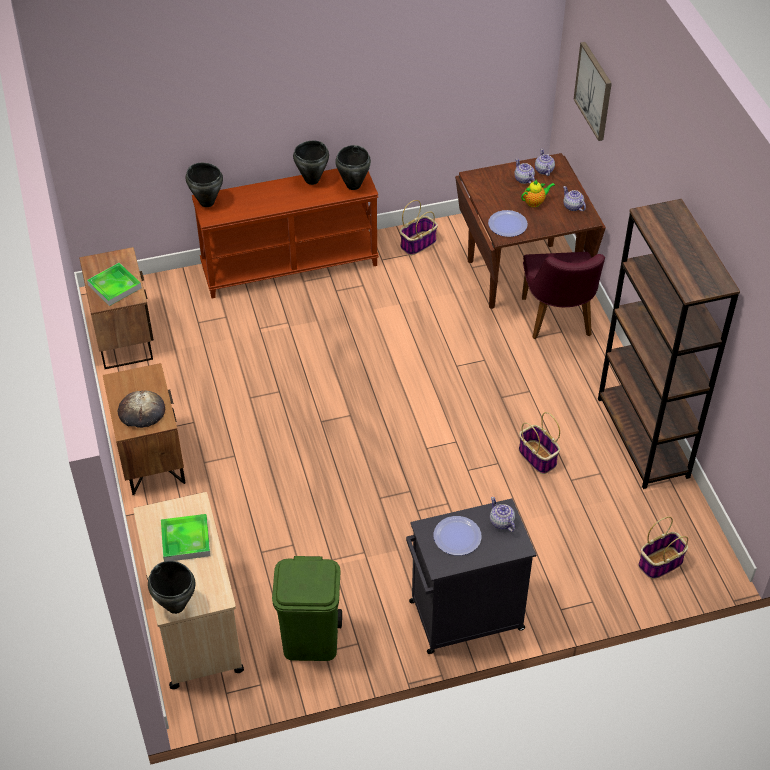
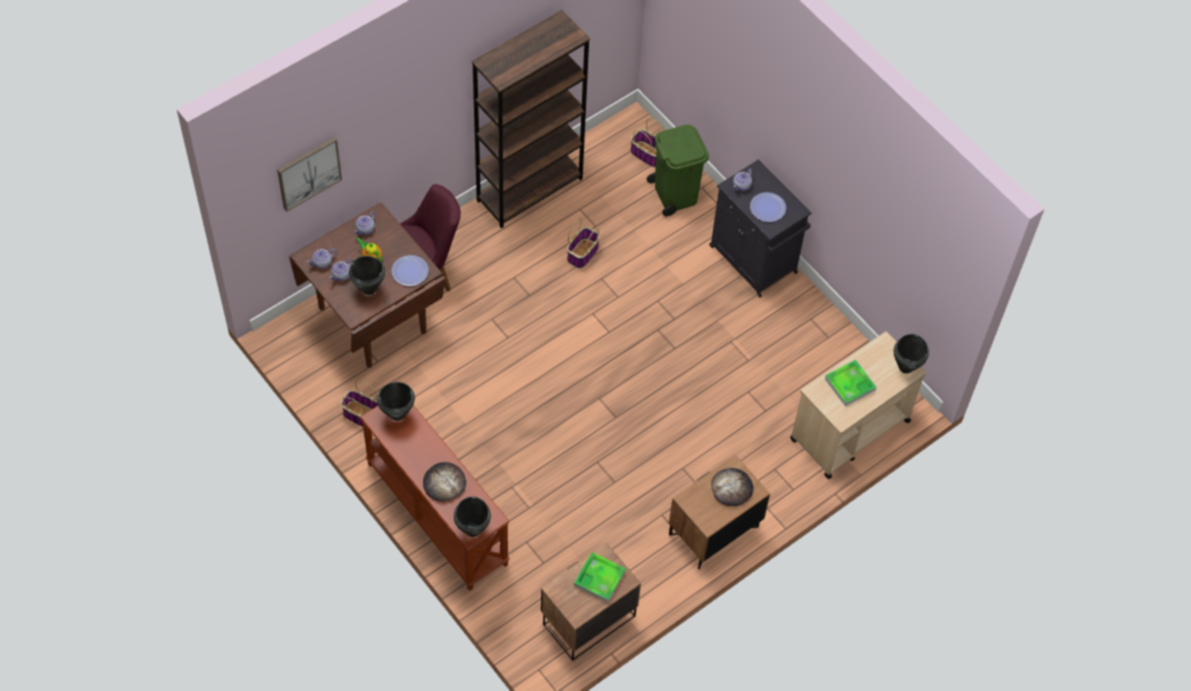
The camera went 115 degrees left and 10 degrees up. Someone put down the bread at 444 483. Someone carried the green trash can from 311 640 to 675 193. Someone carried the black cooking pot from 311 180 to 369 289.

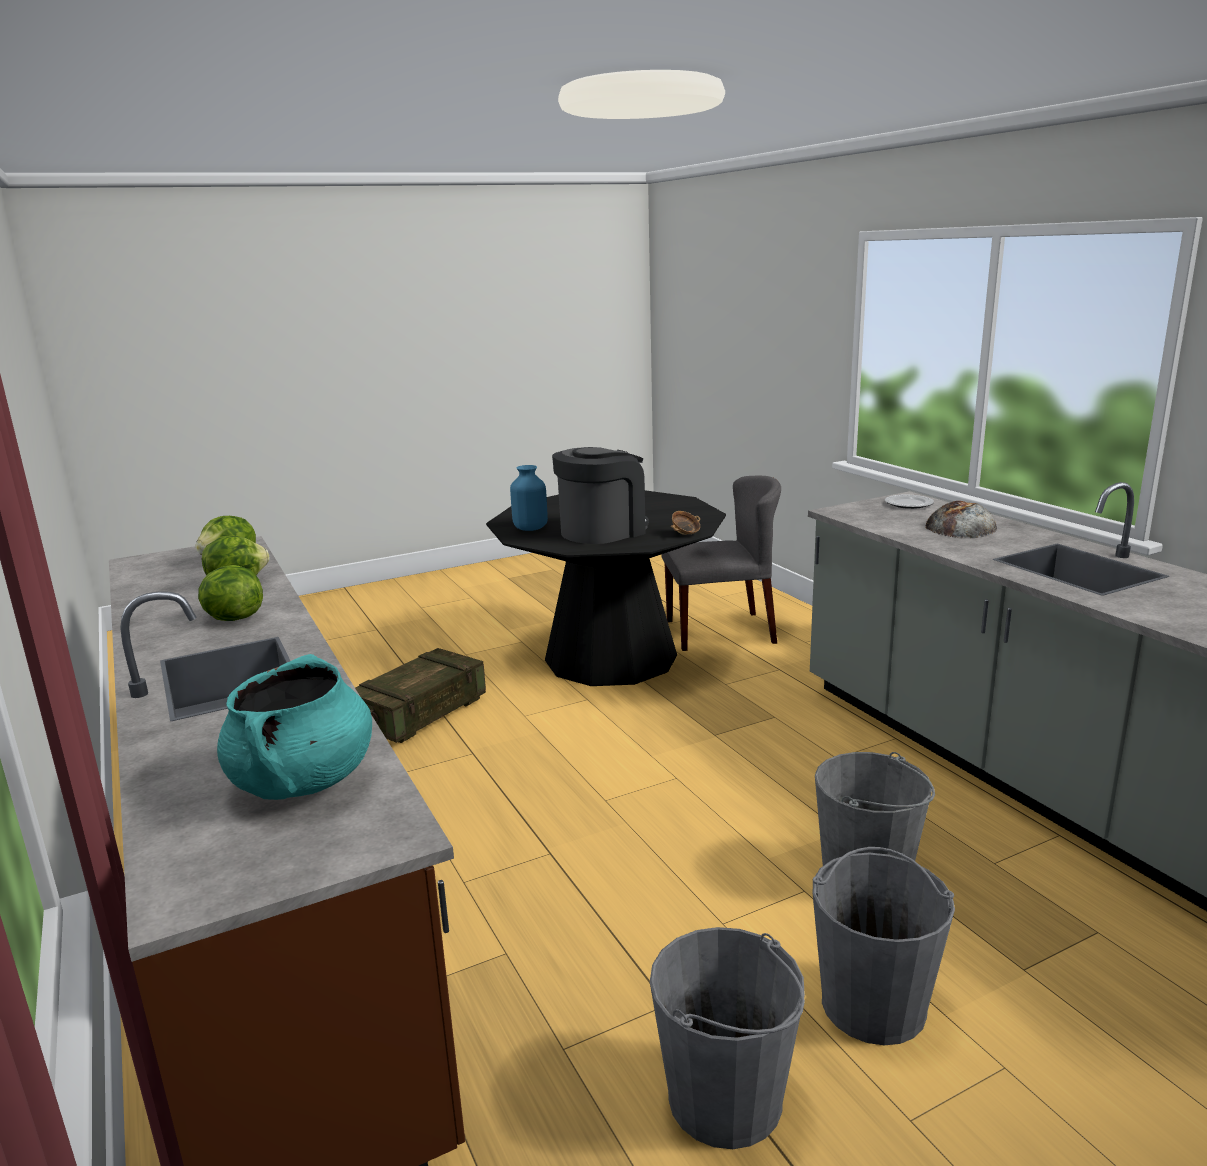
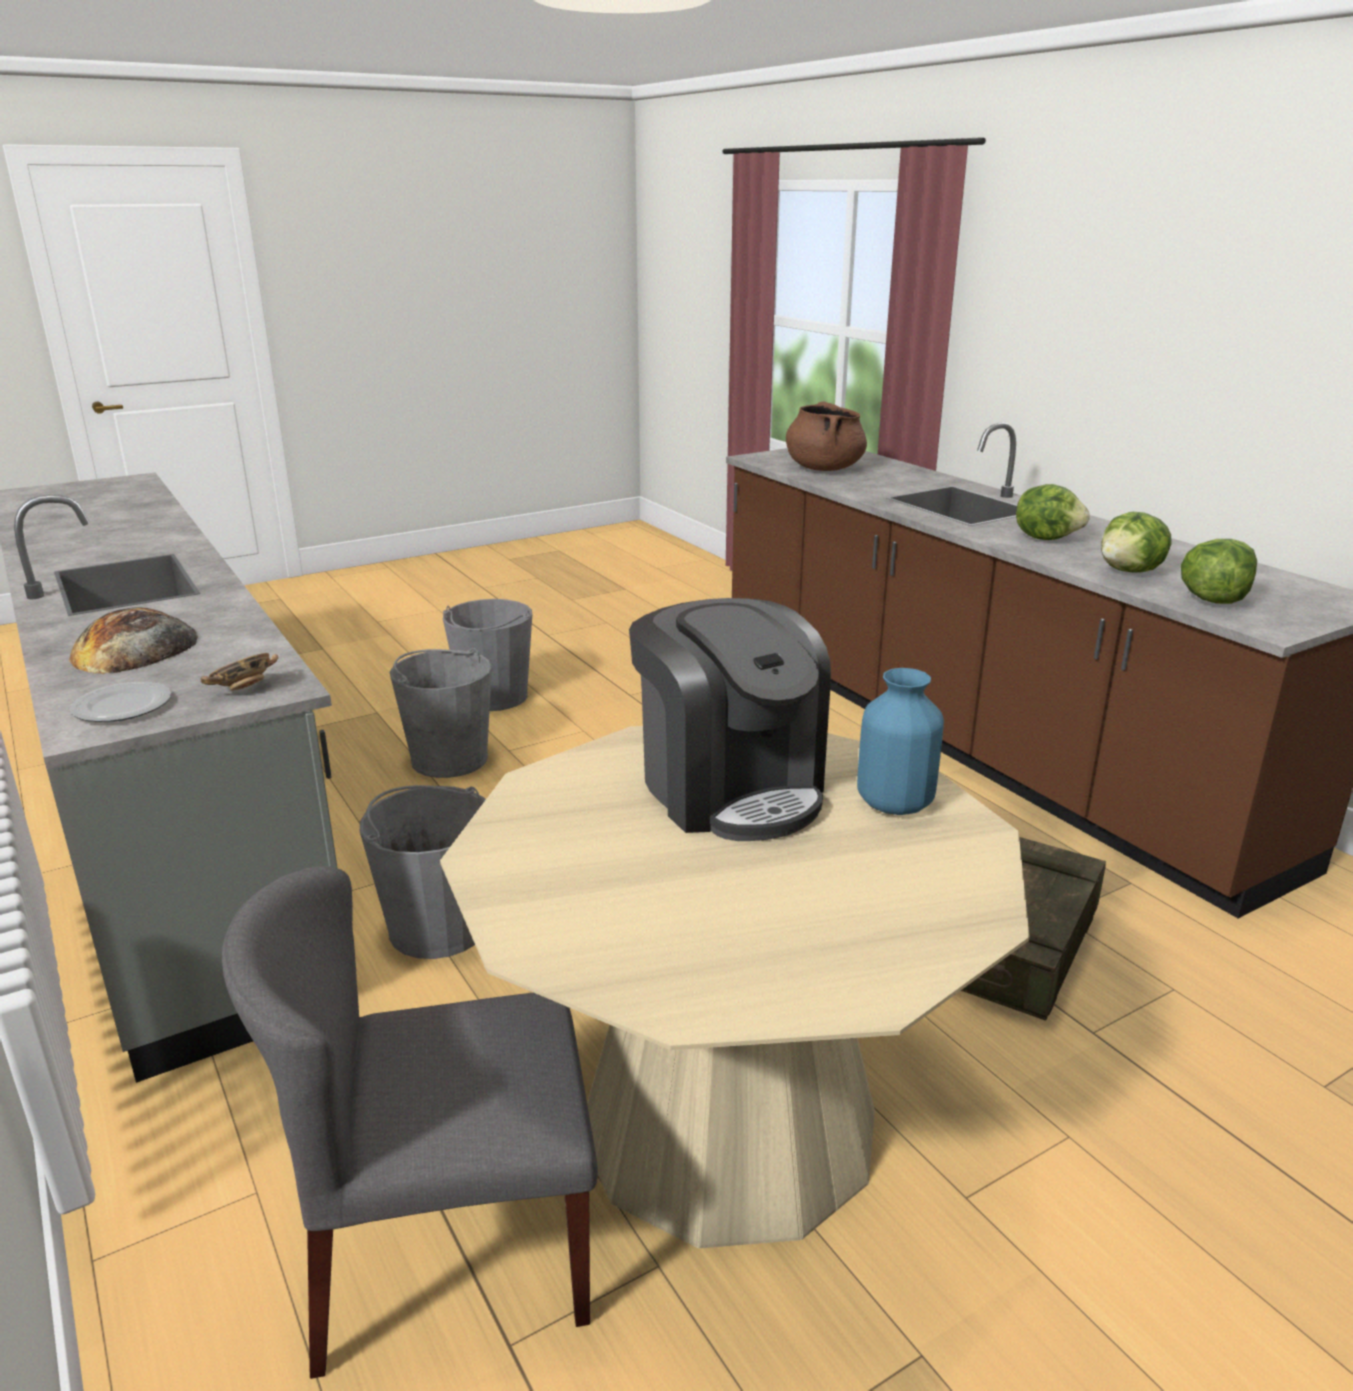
The camera went 175 degrees right and 5 degrees up. Someone carried the grey bucket from 726 1099 to 438 927. Someone carried the bowl from 686 534 to 244 689. Someone repainted the turquoise cooking pot at 303 781, which became the brown cooking pot at 824 468. Someone repainted the black dining table at 610 657, which became the beige dining table at 729 1121. Someone rotated the coffee machine at 602 531 by 75 degrees counterclockwise.

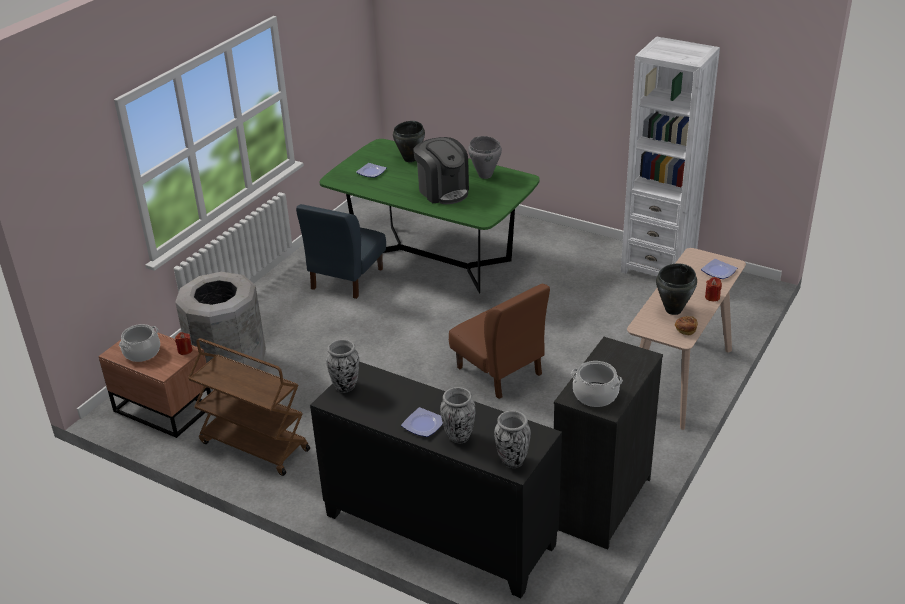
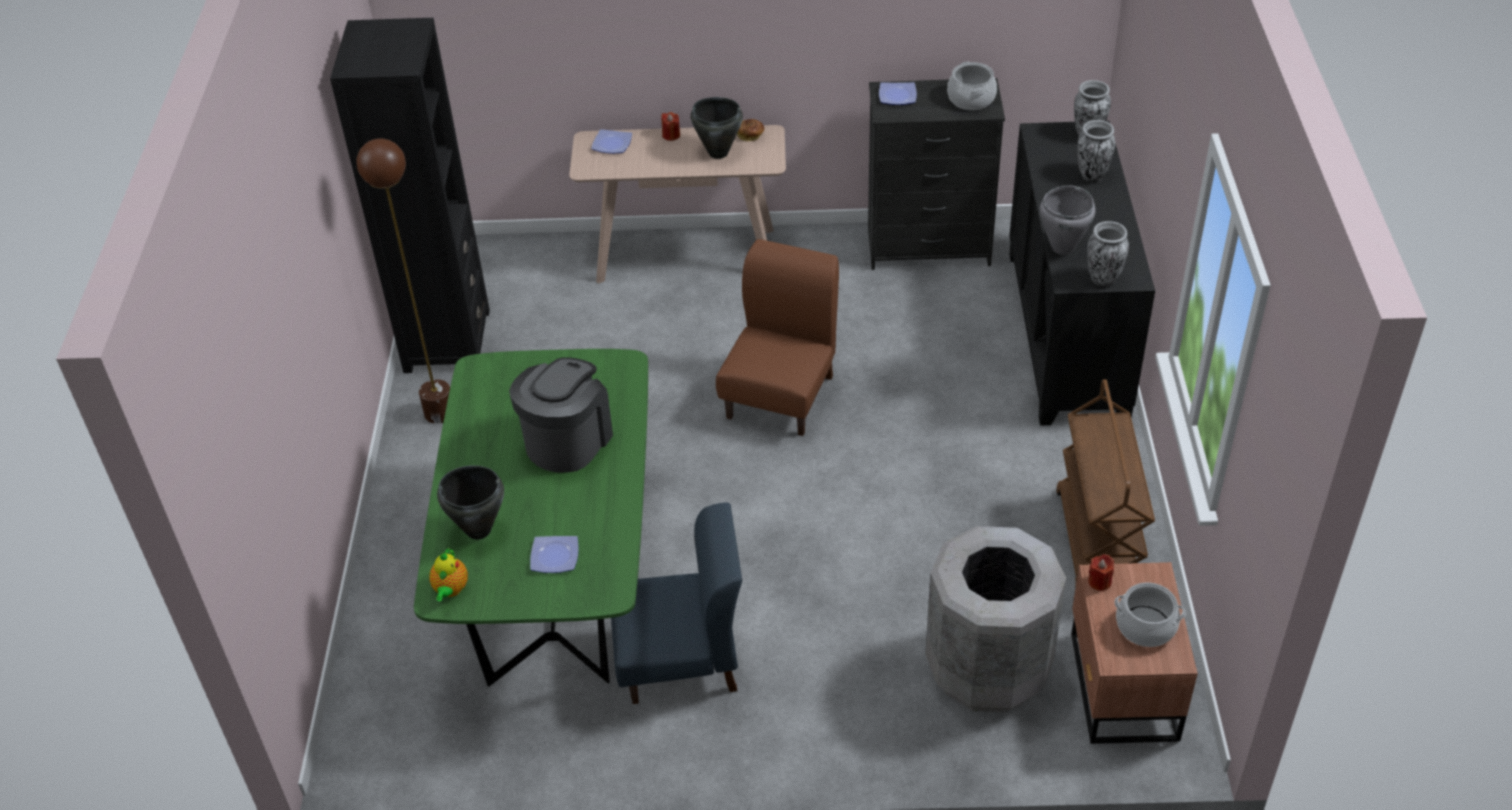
The camera went 120 degrees left and 10 degrees up. Someone put down the brown floor lamp at 439 413. Someone put down the teapot at 450 590. Someone carried the plate from 423 424 to 896 96. Someone carried the grey cooking pot from 485 175 to 1062 247. Someone repainted the white bookcase at 658 267, which became the black bookcase at 446 341.

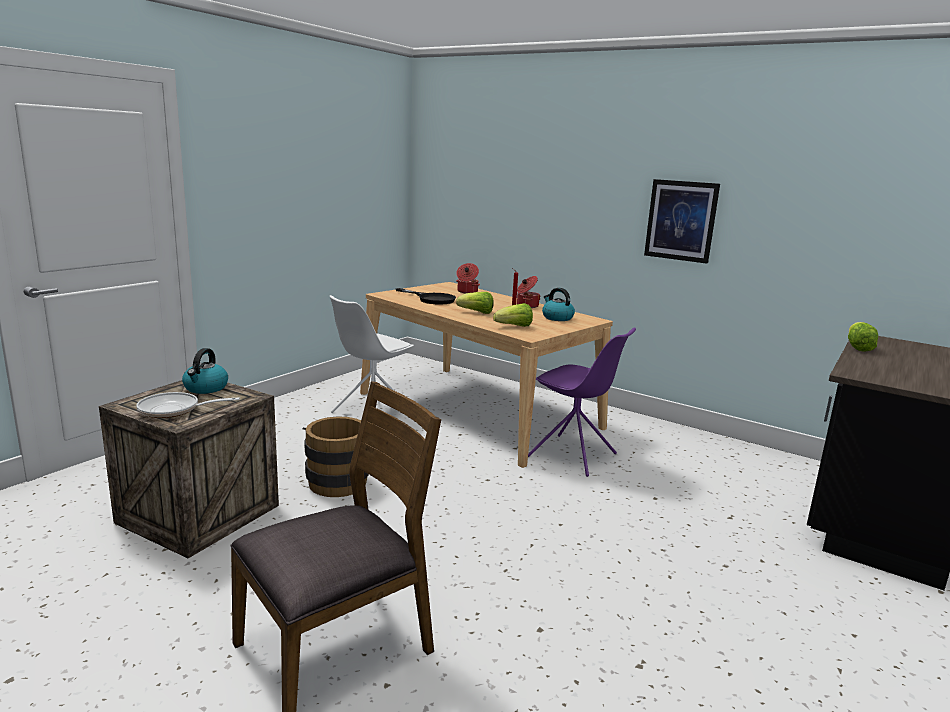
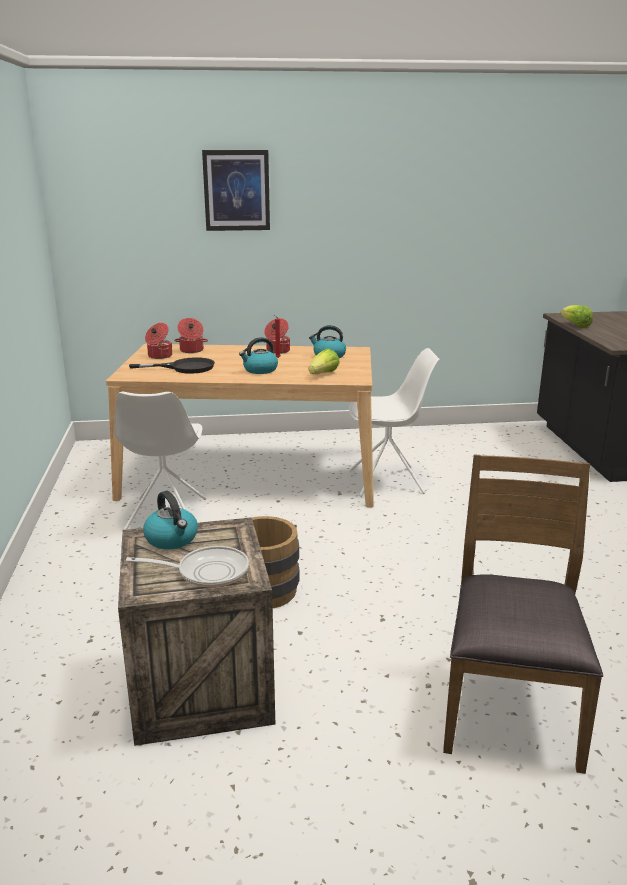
The camera went 40 degrees left and 5 degrees up. Someone put down the cooking pot at 159 356. Someone carried the picture from 681 220 to 236 190. Someone swapped the lettuce at 476 312 for the kettle at 260 370. Someone repainted the purple chair at 573 456, which became the white chair at 388 481. Someone rotated the frying pan at 174 410 by 135 degrees counterclockwise.

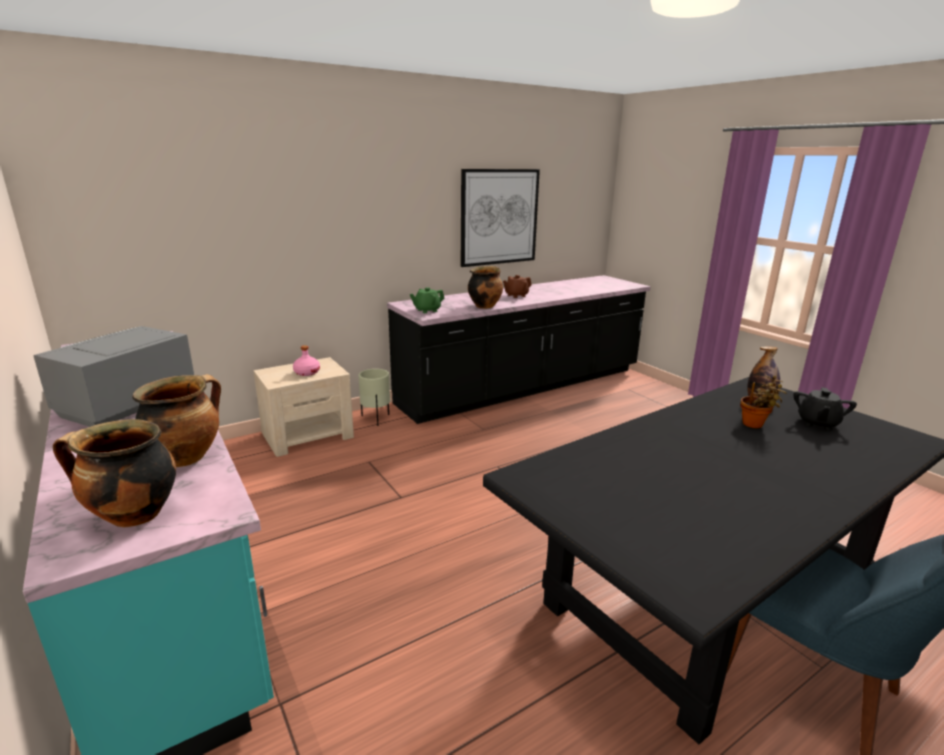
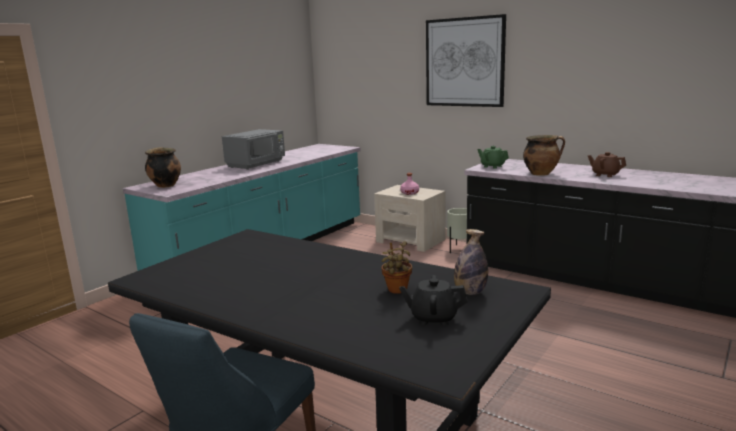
The camera went 70 degrees right and 5 degrees down. Someone took away the cooking pot at 187 457. Someone carried the picture from 499 217 to 464 62. Someone rotated the grey microwave at 126 405 by 120 degrees clockwise.

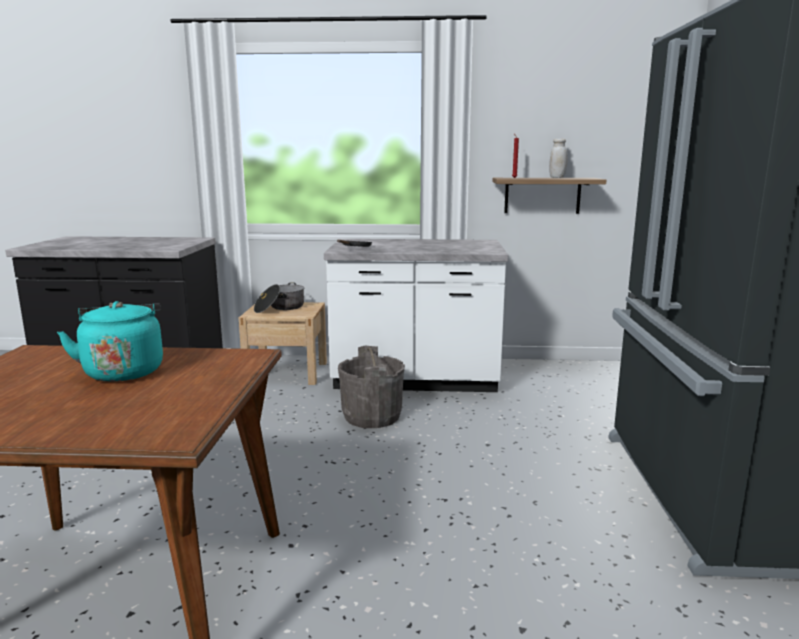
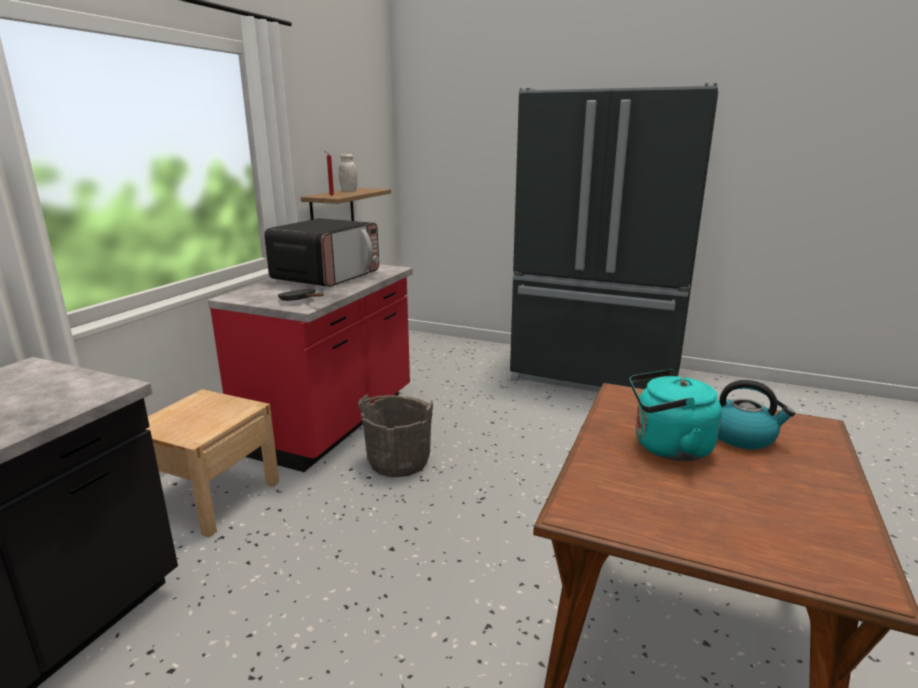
The camera went 70 degrees left and 5 degrees up. Someone took away the cooking pot at 280 308. Someone put down the microwave at 327 277. Someone put down the kettle at 743 437. Someone repainted the white counter at 415 380, which became the red counter at 332 423.

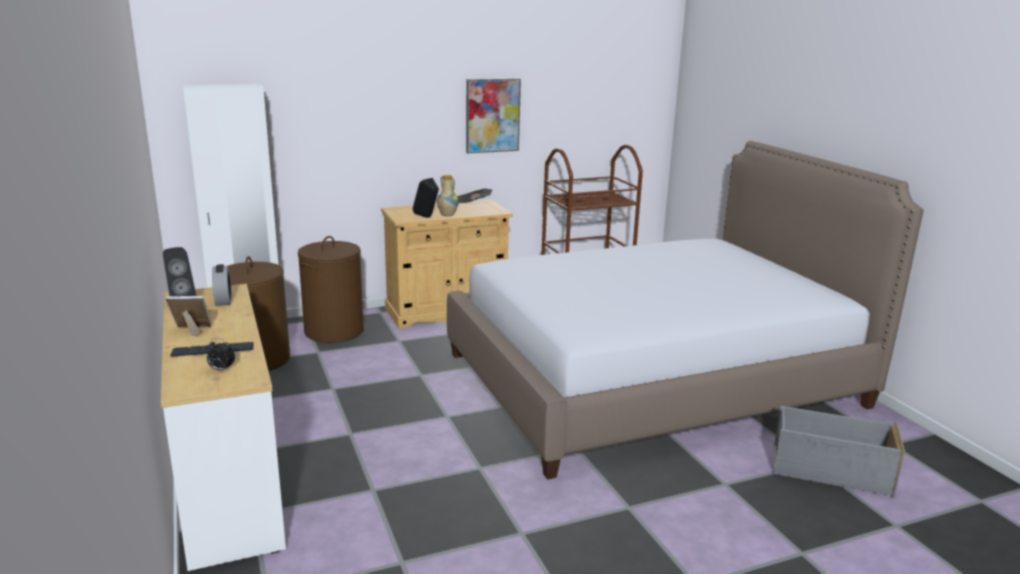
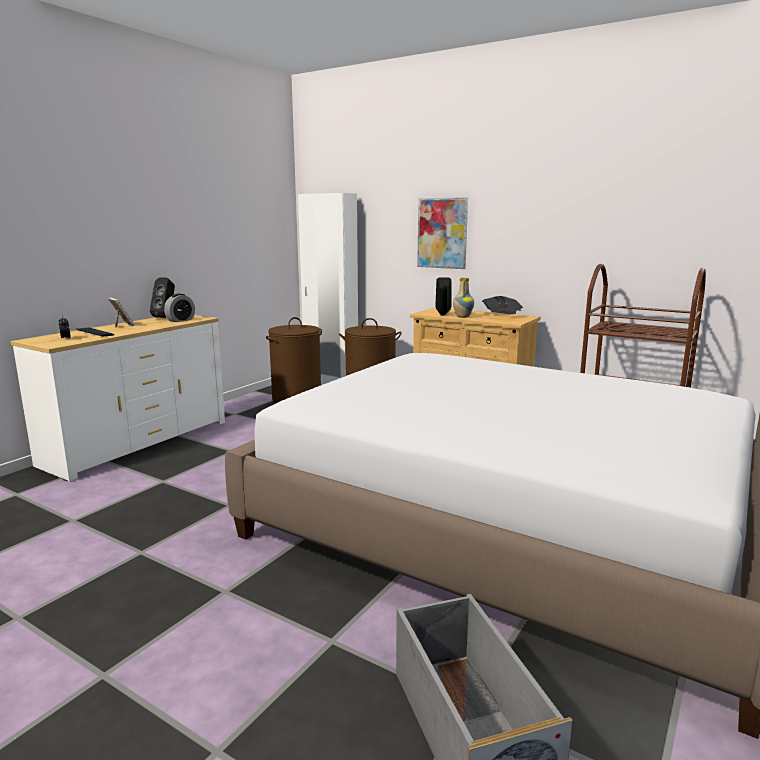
The camera went 55 degrees right and 5 degrees down. Someone carried the picture from 492 115 to 442 233.

